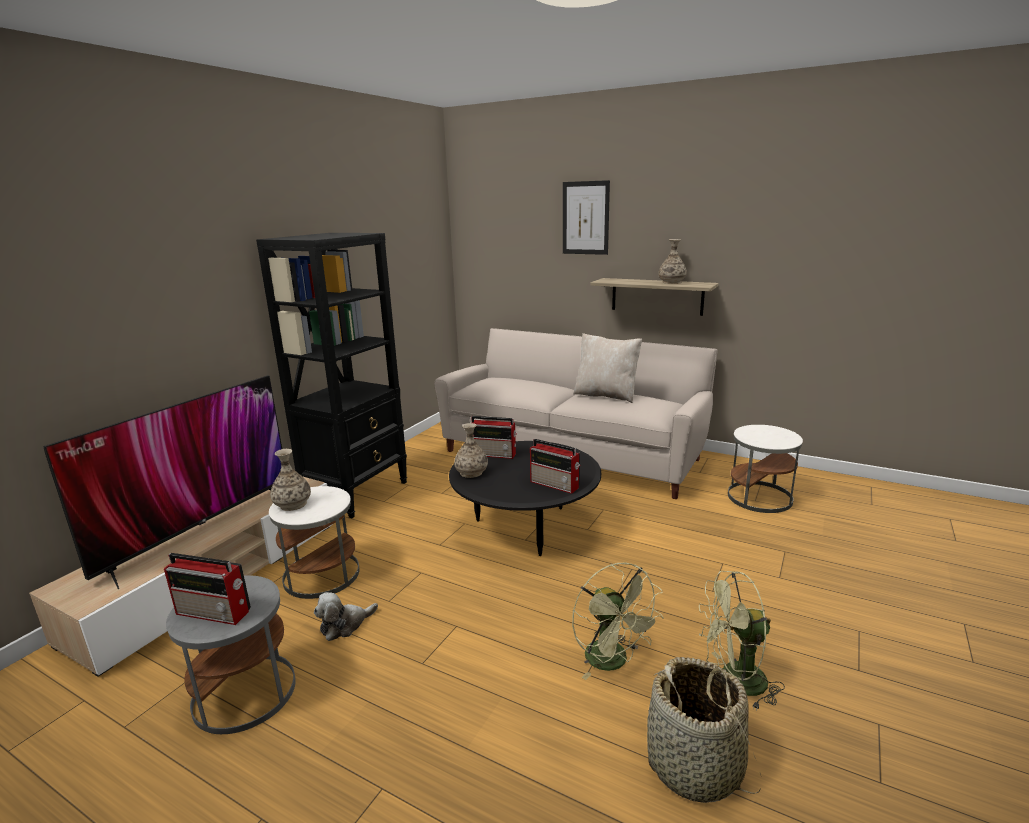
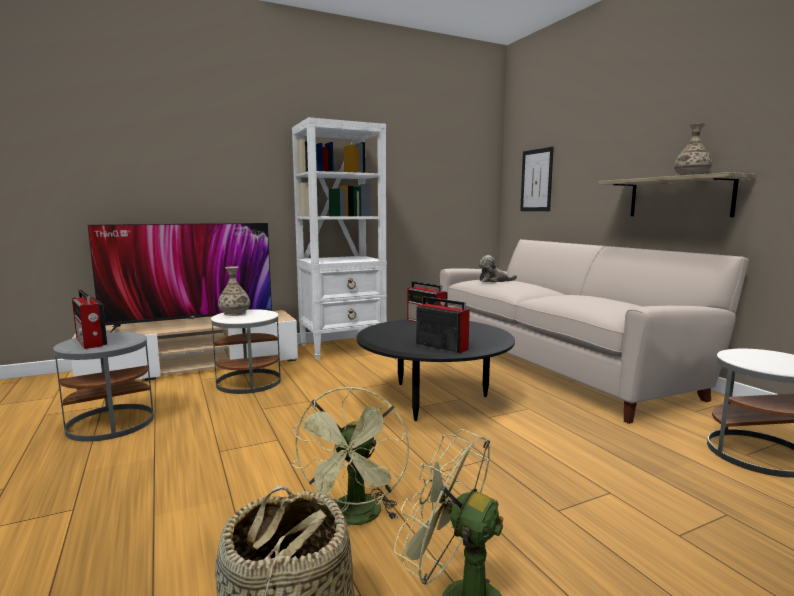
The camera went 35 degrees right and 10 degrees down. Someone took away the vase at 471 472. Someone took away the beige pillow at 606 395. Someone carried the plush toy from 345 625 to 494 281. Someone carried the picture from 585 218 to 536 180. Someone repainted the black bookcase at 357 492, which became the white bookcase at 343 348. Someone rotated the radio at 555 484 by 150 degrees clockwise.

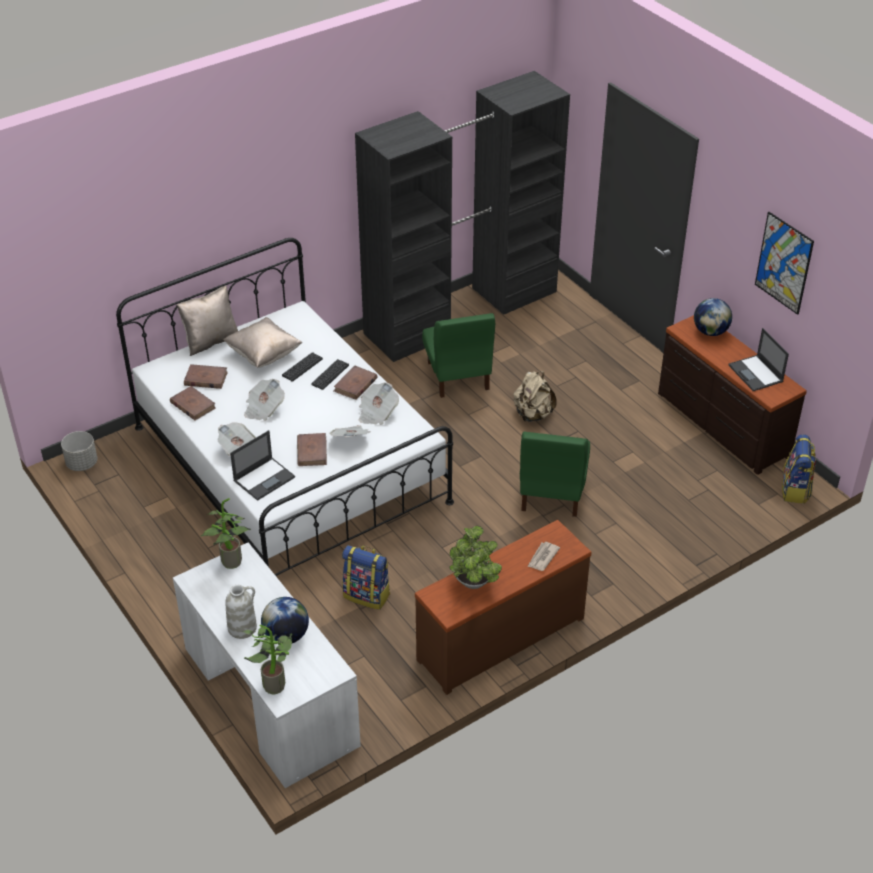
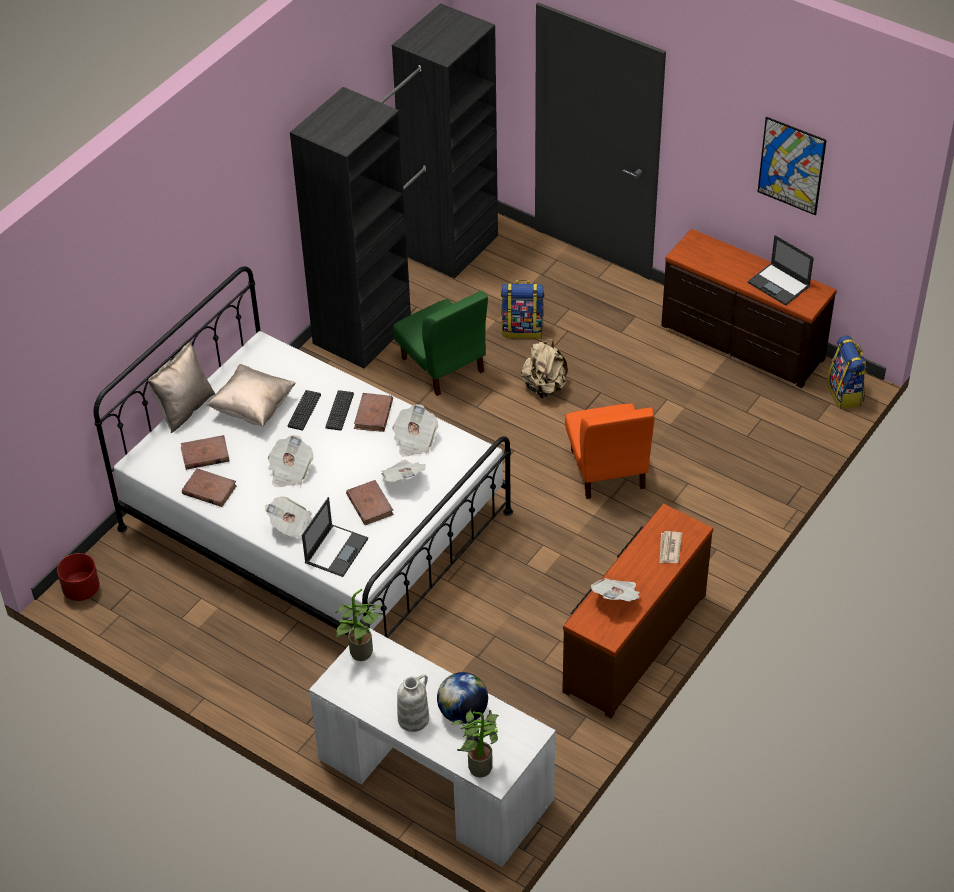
The camera went 20 degrees left and 5 degrees up. Someone took away the globe at 710 332. Someone carried the backpack from 367 595 to 523 329. Someone swapped the potted plant at 474 584 for the newspaper at 617 598. Someone repainted the grey planter at 82 464, which became the red planter at 81 590. Someone repainted the green chair at 551 492, which became the orange chair at 607 469.

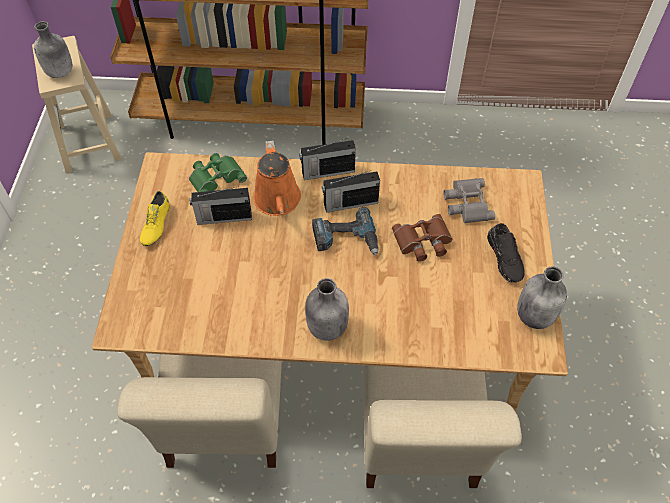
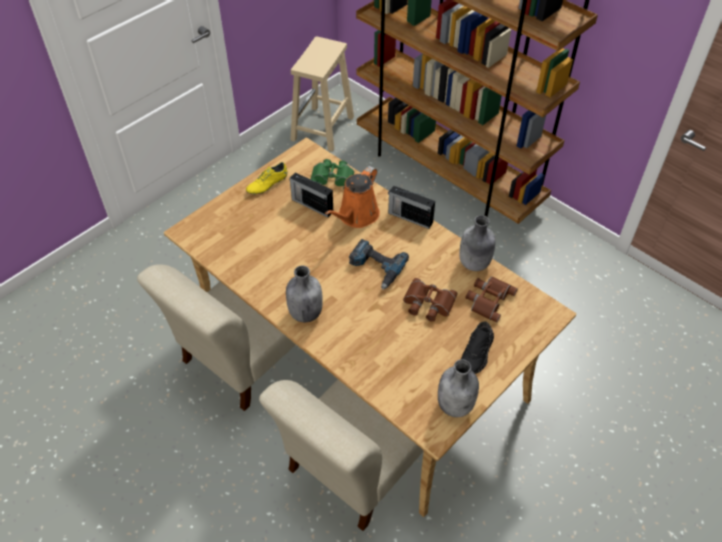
The camera went 40 degrees right and 5 degrees down. Someone took away the radio at 349 203. Someone carried the grey bottle from 60 72 to 474 264. Someone repainted the grey binoculars at 466 203, which became the brown binoculars at 488 299.

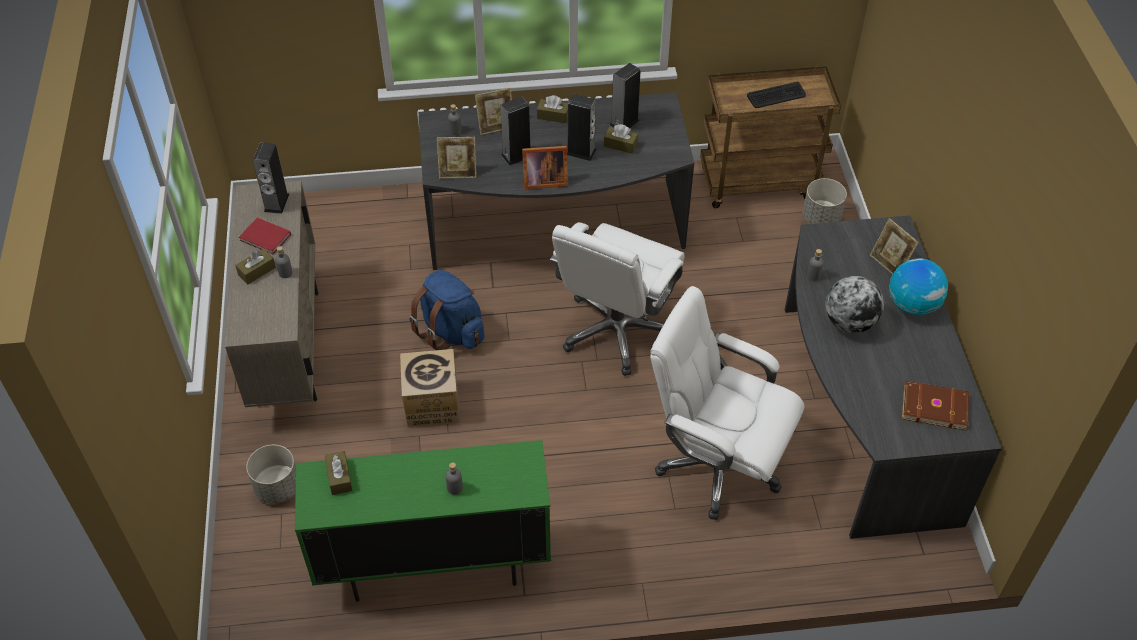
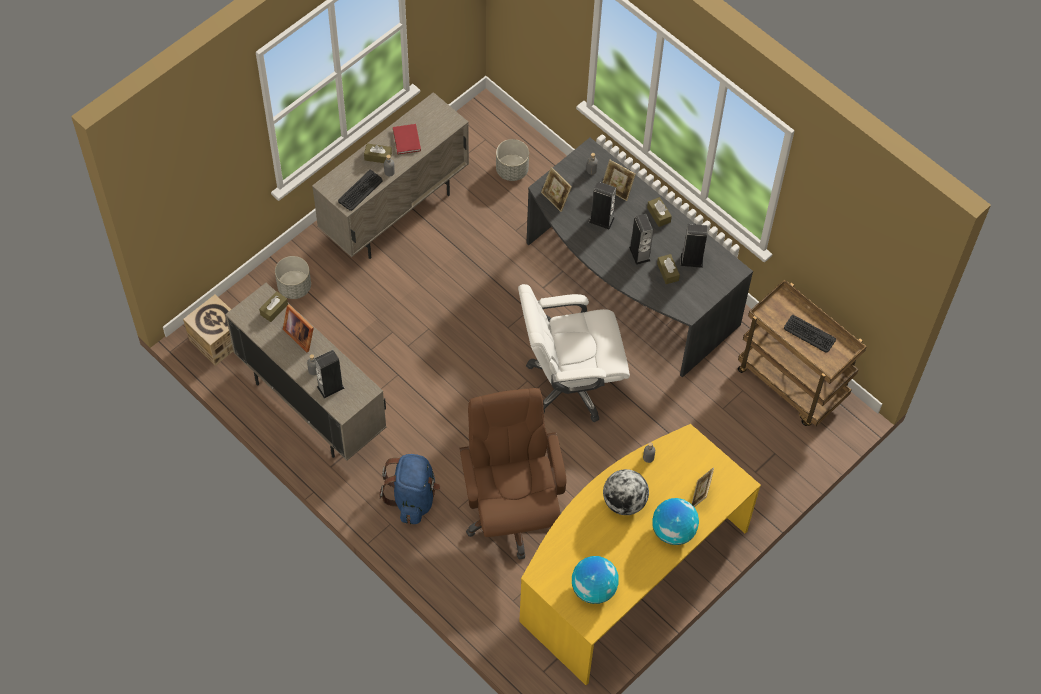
The camera went 50 degrees right and 10 degrees up. Someone put down the keyboard at 360 191. Someone carried the speaker from 276 203 to 330 387. Someone carried the cardboard box from 432 403 to 217 340. Someone carried the blue backpack from 451 331 to 413 497. Someone carried the picture frame from 543 180 to 300 334. Someone carried the grey planter from 821 218 to 512 170. Someone swapped the brown book at 934 406 for the globe at 594 588. Someone repainted the green cabinet at 434 565, which became the beige cabinet at 311 406. Someone repainted the white office chair at 717 465, which became the brown office chair at 511 511. Someone repainted the grey desk at 860 412, which became the yellow desk at 629 571.

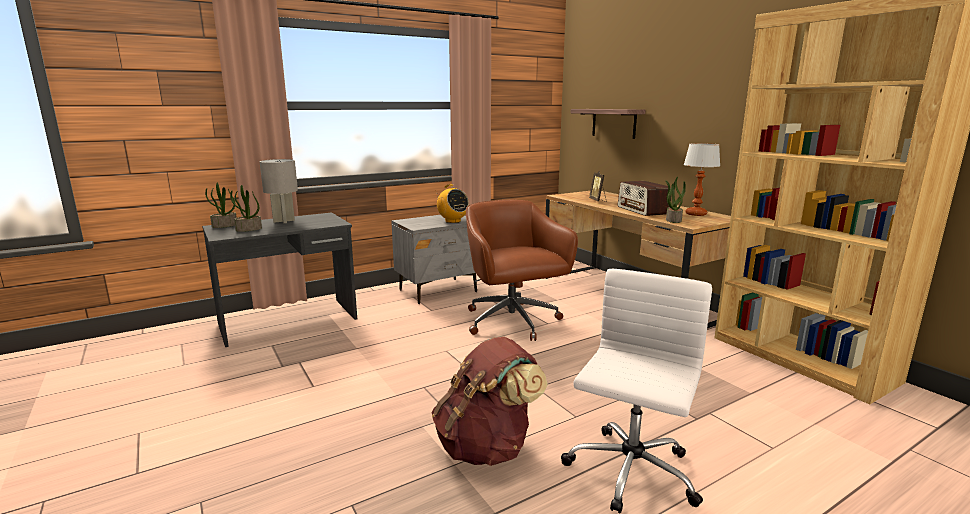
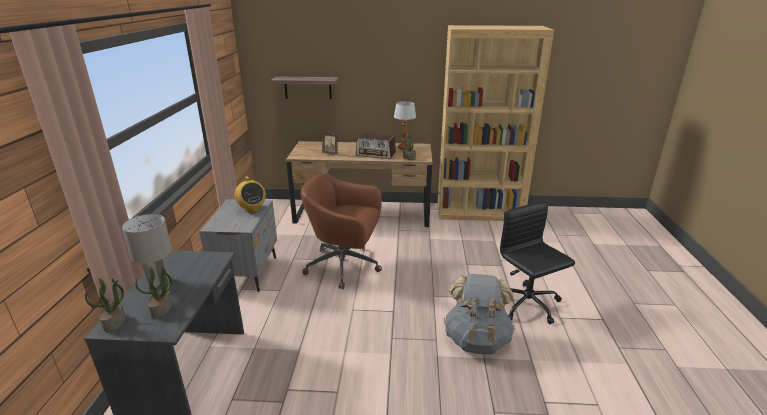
The camera went 55 degrees left and 10 degrees up. Someone repainted the brown backpack at 487 447, which became the grey backpack at 476 339. Someone repainted the white office chair at 630 473, which became the black office chair at 527 305. Someone rotated the radio at 452 221 by 60 degrees clockwise.

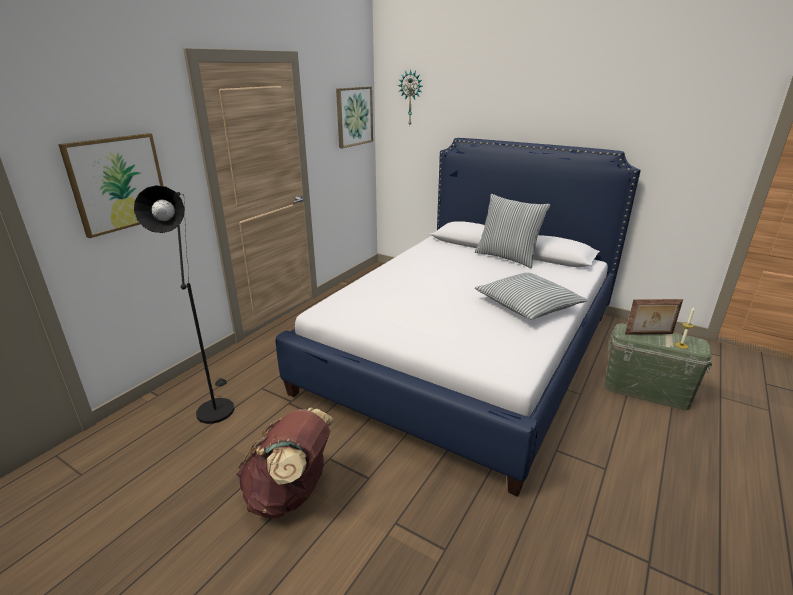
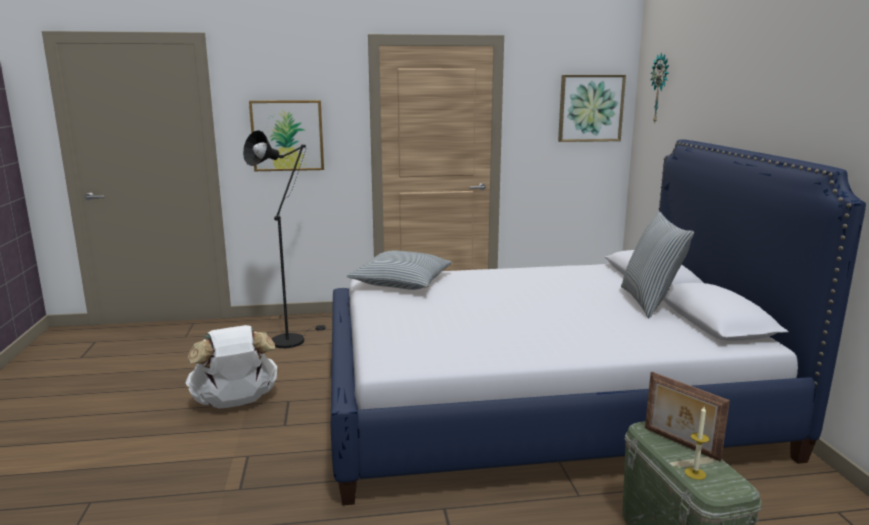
The camera went 50 degrees right and 10 degrees down. Someone carried the pillow from 528 305 to 401 281. Someone repainted the brown backpack at 290 493, which became the white backpack at 235 403.

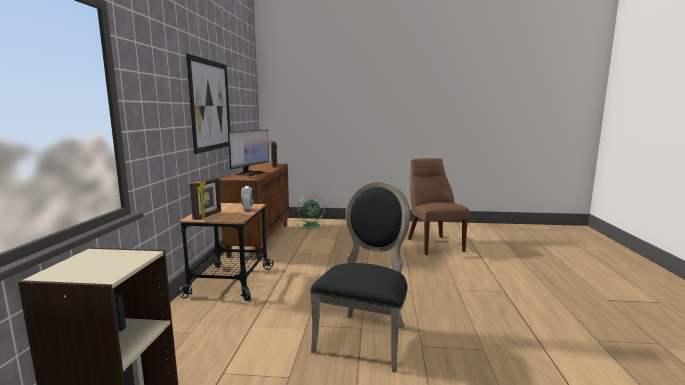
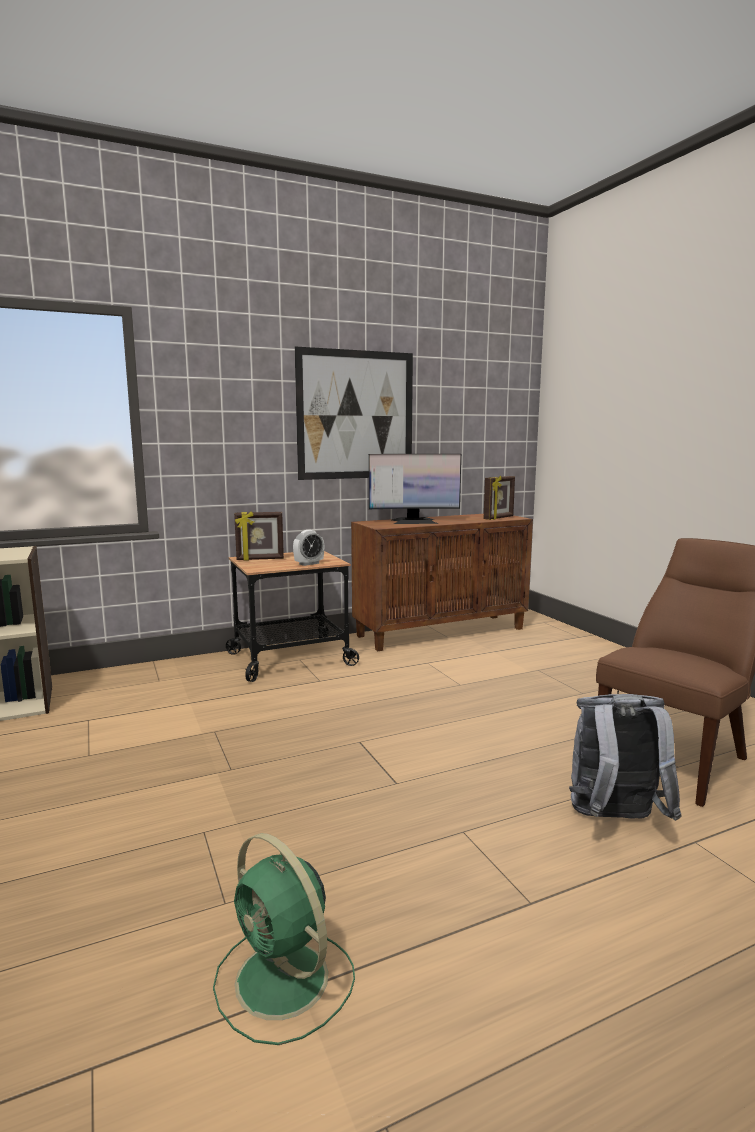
The camera went 60 degrees right and 0 degrees up. Someone took away the black chair at 365 337. Someone put down the grey backpack at 614 820. Someone carried the green fan from 312 225 to 284 982.

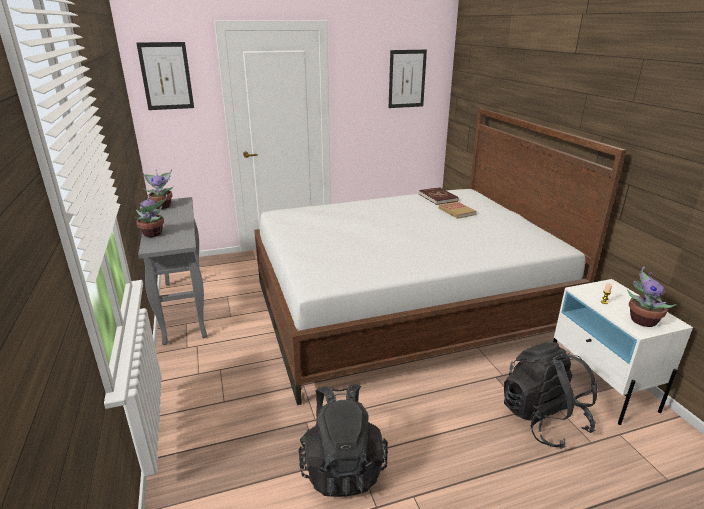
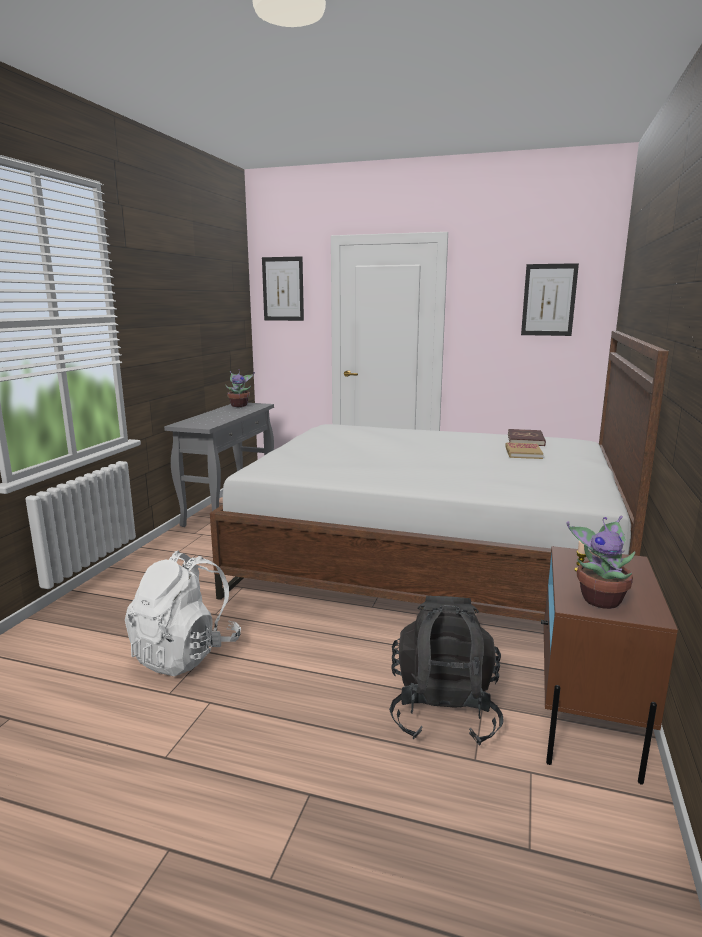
The camera went 35 degrees right and 10 degrees down. Someone took away the potted plant at 153 234. Someone repainted the black backpack at 342 467, which became the white backpack at 186 654. Someone repainted the white nightstand at 601 385, which became the brown nightstand at 587 717.

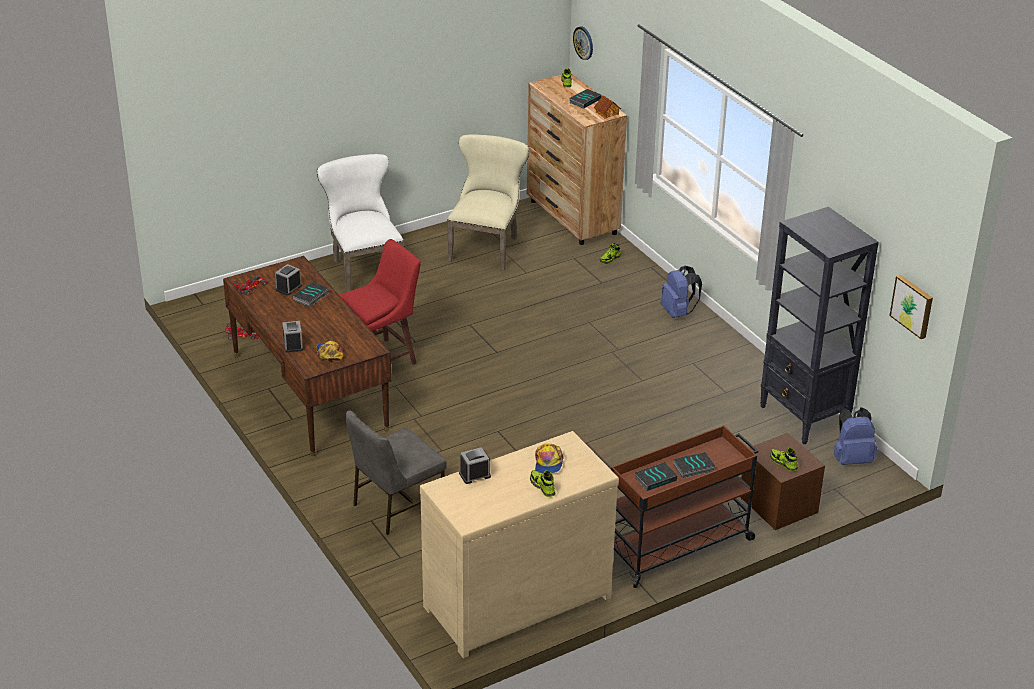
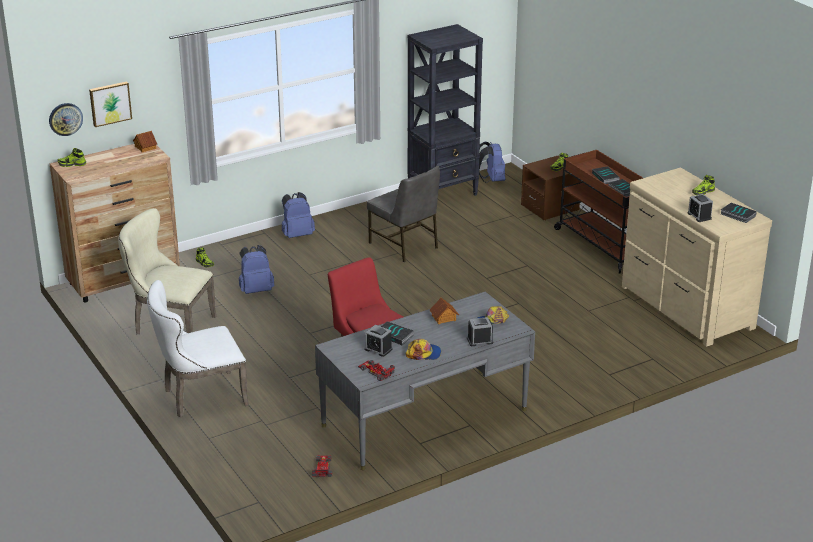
The camera went 90 degrees left and 5 degrees down. Someone put down the blue backpack at 256 290. Someone put down the toy house at 444 318. Someone carried the grey chair from 396 506 to 404 245. Someone carried the cap from 548 462 to 423 353. Someone carried the book from 585 100 to 737 215. Someone carried the picture from 913 306 to 110 103. Someone repainted the brown desk at 309 392, which became the grey desk at 425 418.

